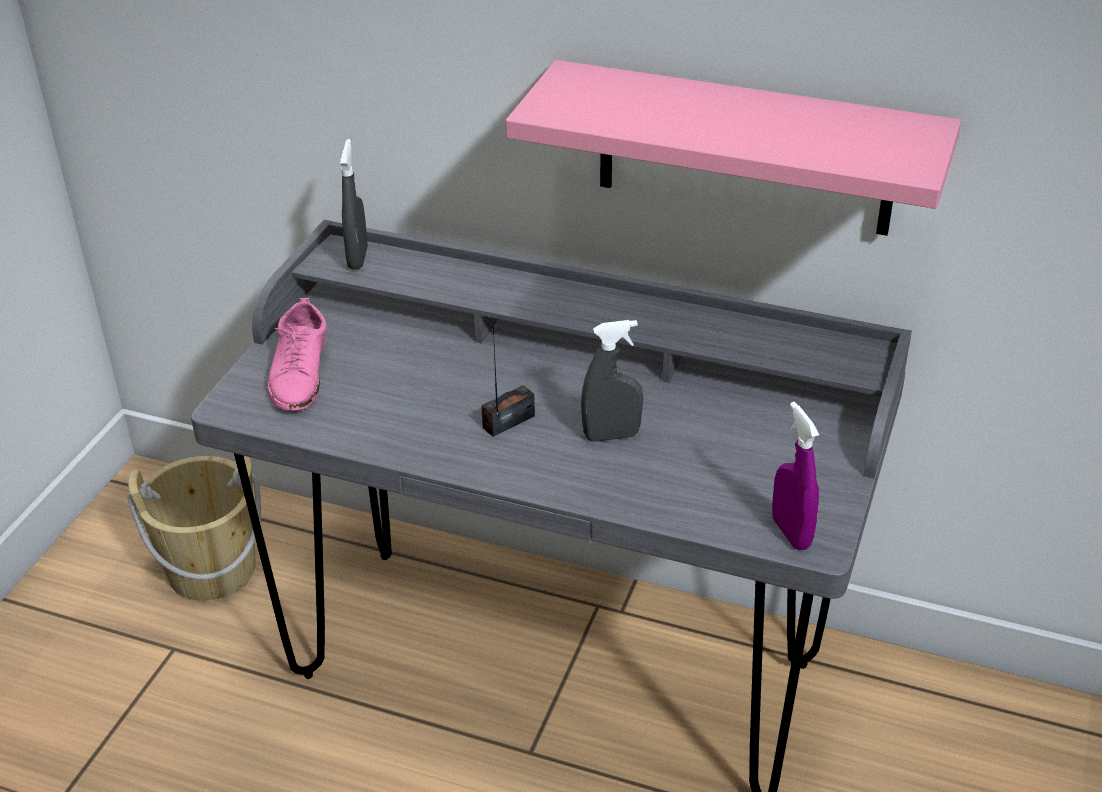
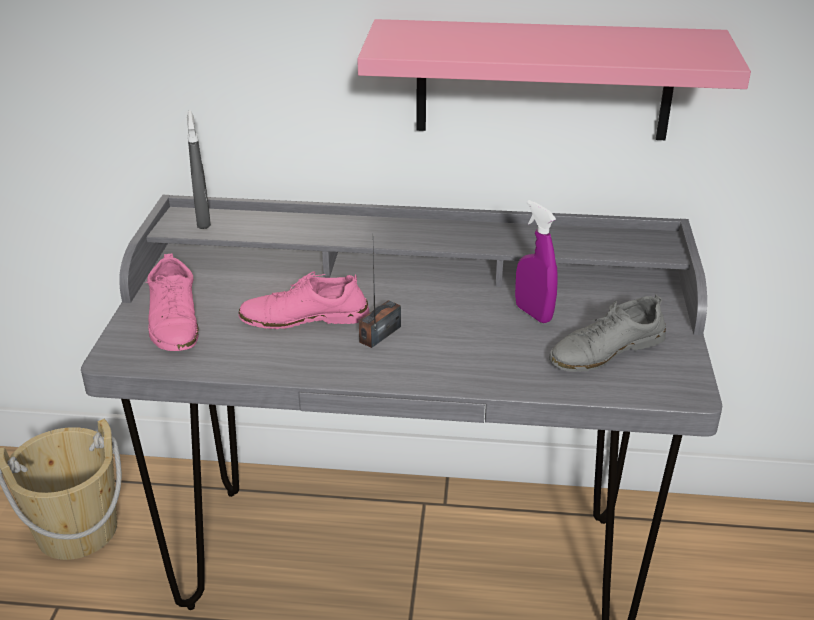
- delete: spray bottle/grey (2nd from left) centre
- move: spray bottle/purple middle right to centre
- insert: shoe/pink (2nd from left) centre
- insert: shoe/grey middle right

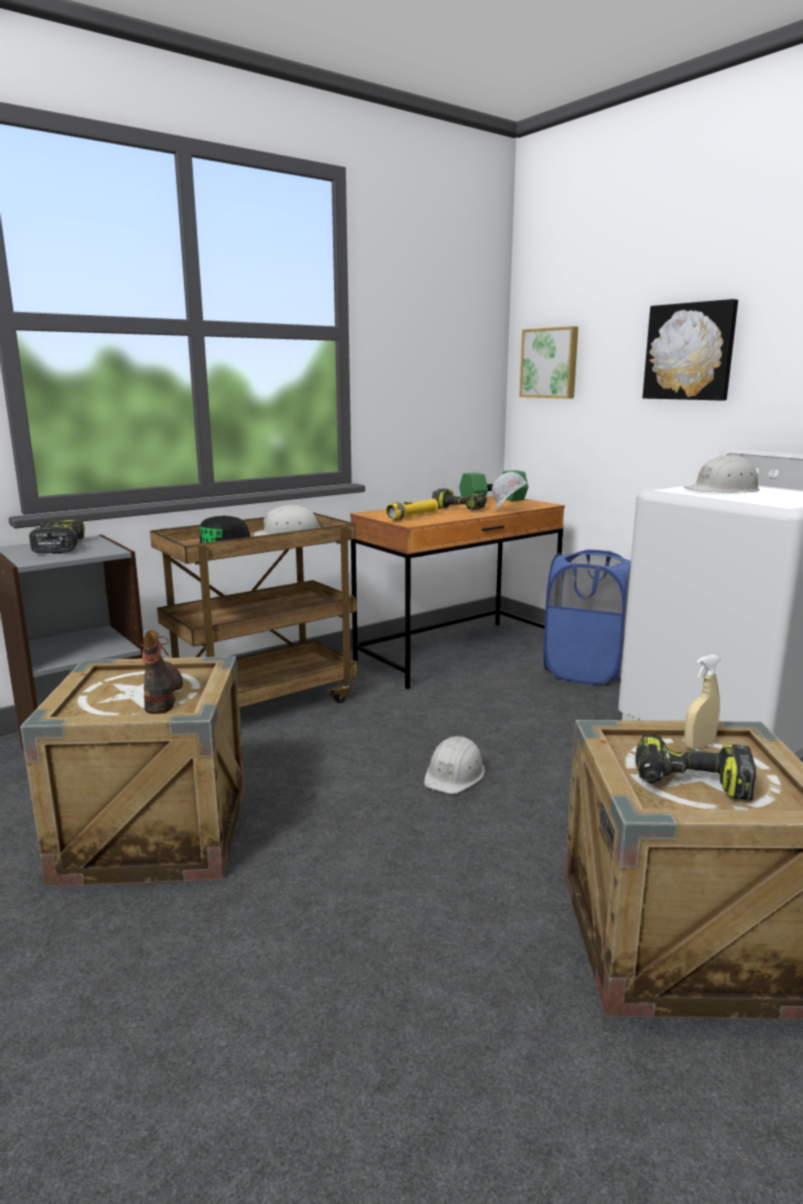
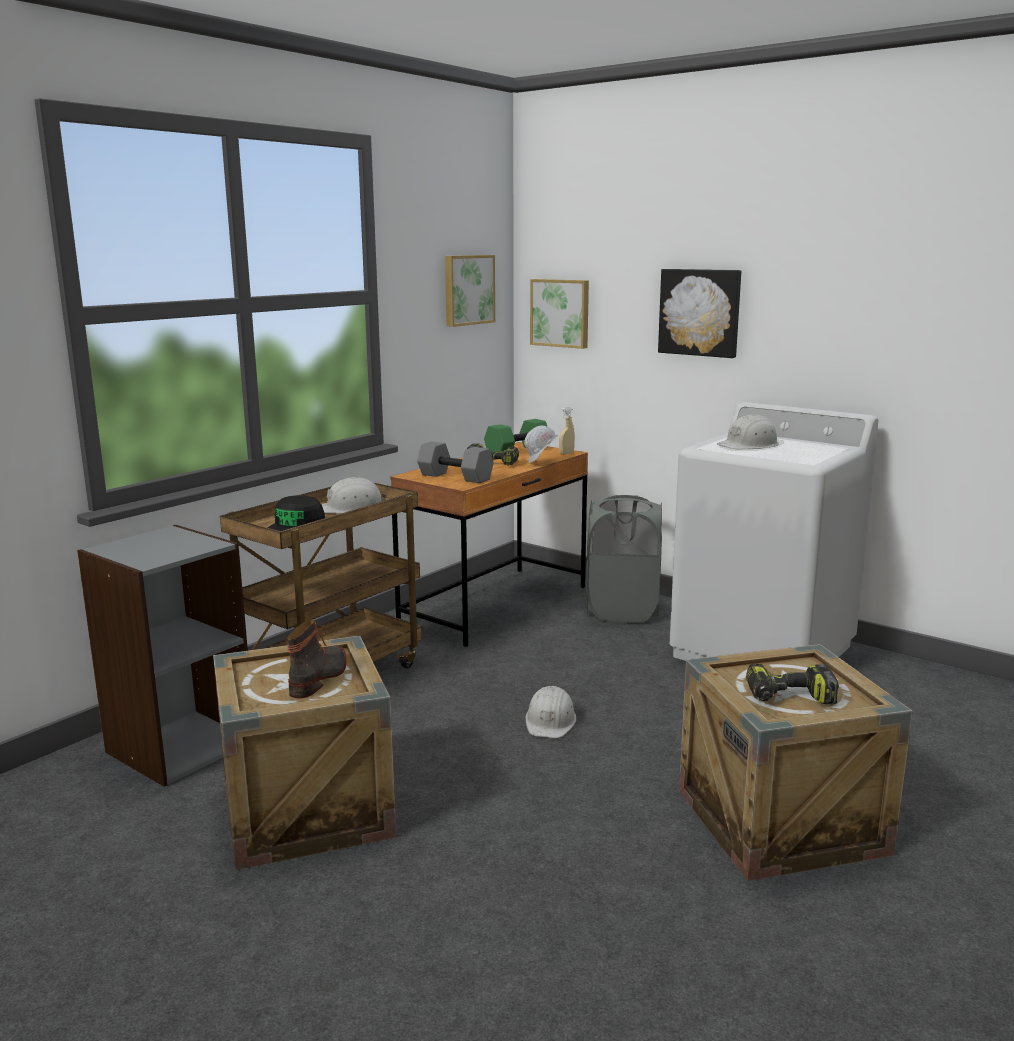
- replace: flashlight/yellow centre to dumbbell/grey centre
- delete: power drill (1st from left) middle left
- recolor: laundry basket/blue middle right to laundry basket/grey centre
- rotate: boot middle left = middle left 45 degrees clockwise
- move: spray bottle/beige middle right to centre
- insert: picture (1st from left) top centre

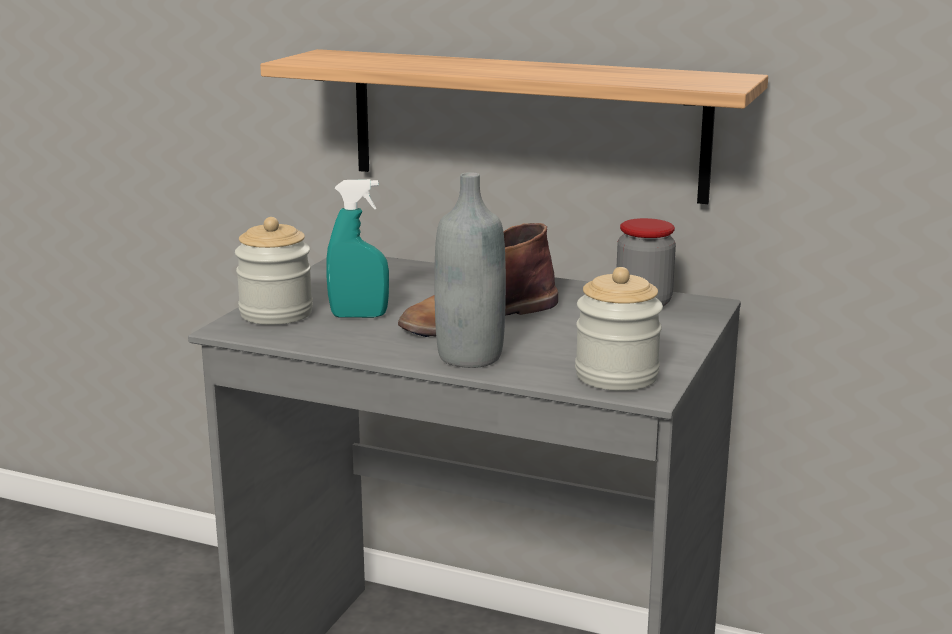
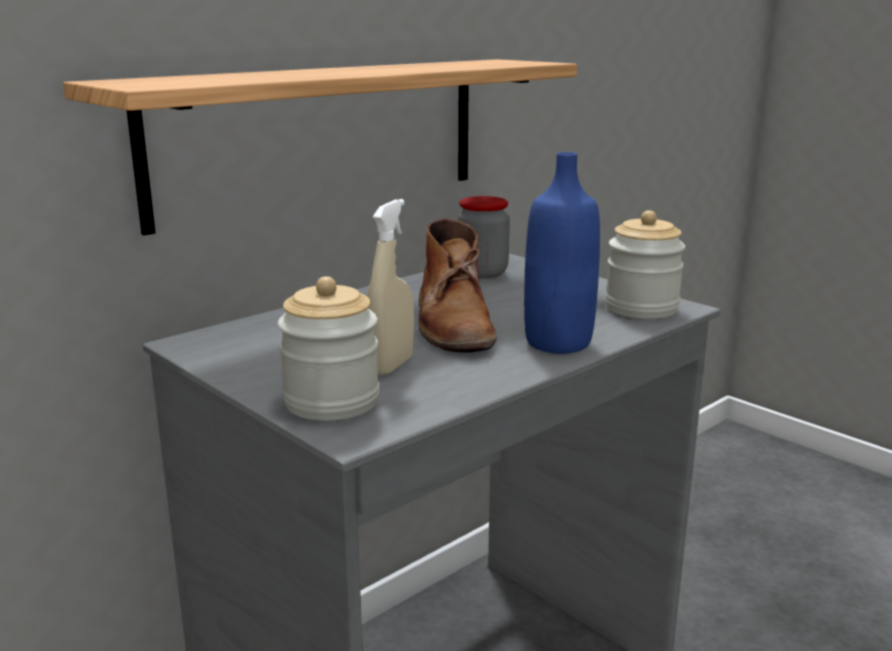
- recolor: bottle/grey centre to bottle/blue centre
- recolor: spray bottle/turquoise centre to spray bottle/beige centre

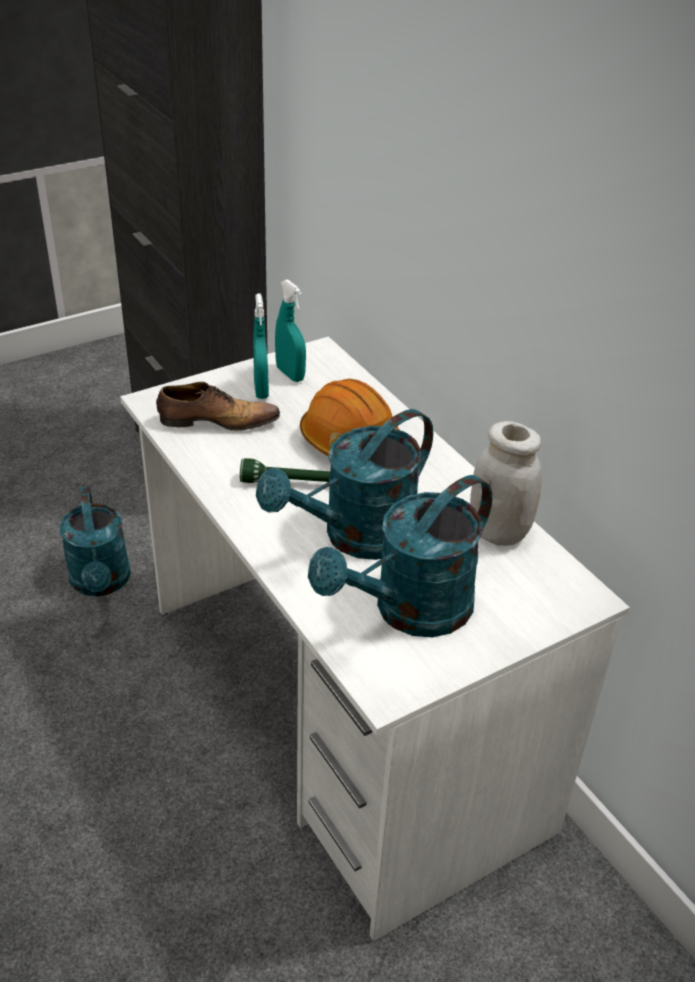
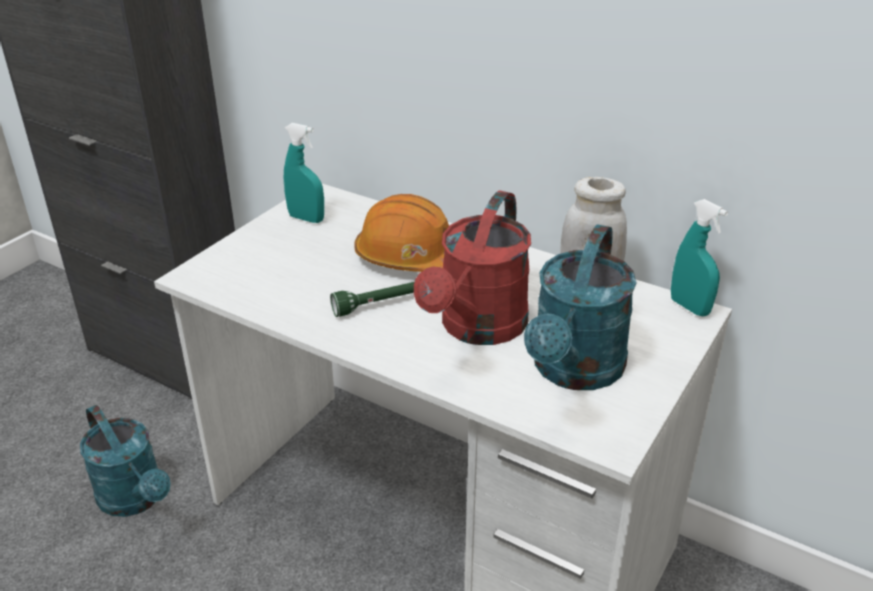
- move: spray bottle/turquoise (1st from left in the first image) centre to spray bottle/turquoise (2nd from left) middle right
- delete: shoe middle left
- recolor: watering can/turquoise (2nd from left) centre to watering can/red centre

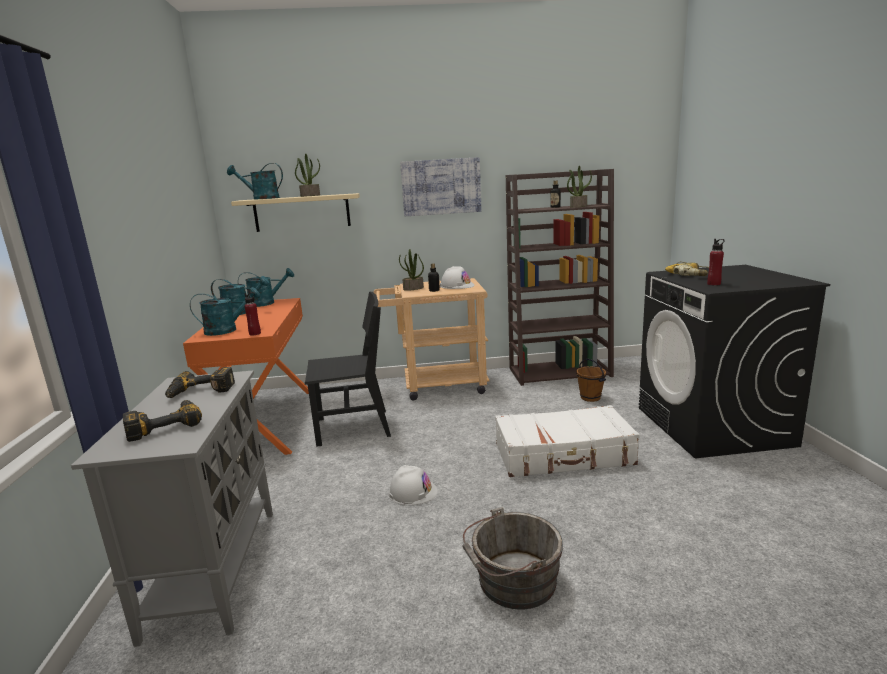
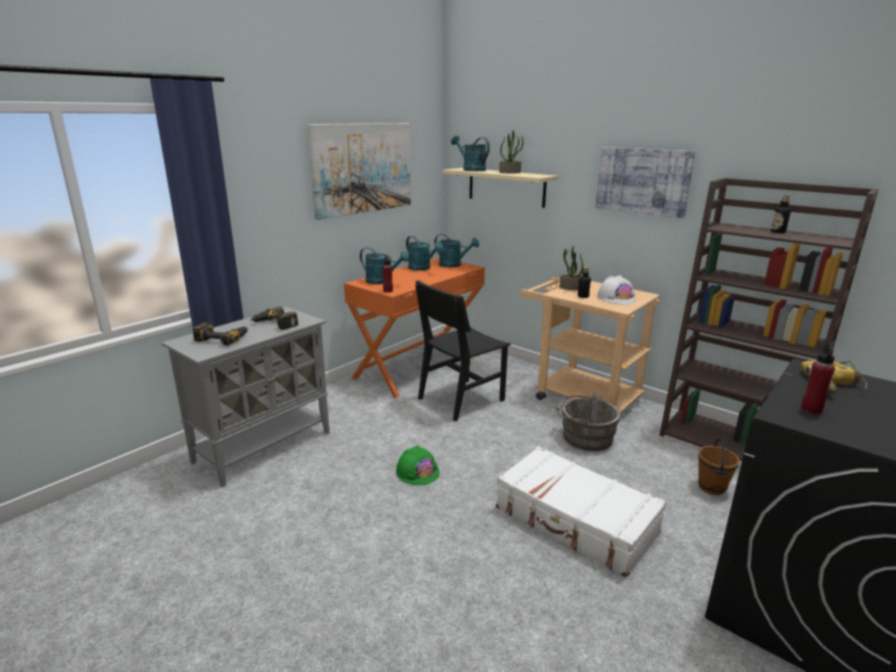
- delete: potted plant (3rd from left) top centre
- rotate: chair/black centre = centre 105 degrees clockwise
- recolor: hard hat/white (1st from left) bottom centre to hard hat/green bottom centre
- move: bucket/grey bottom centre to centre
- insert: picture (1st from left) top centre

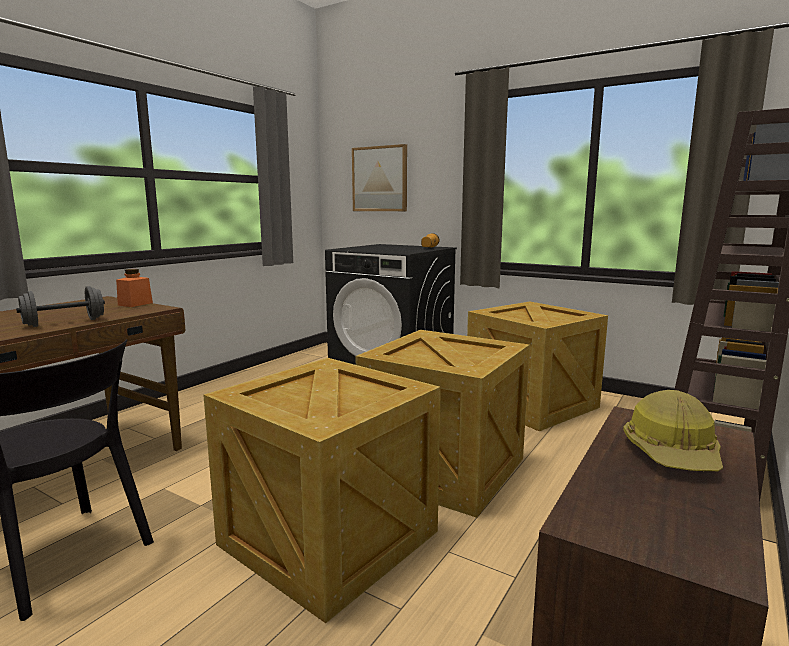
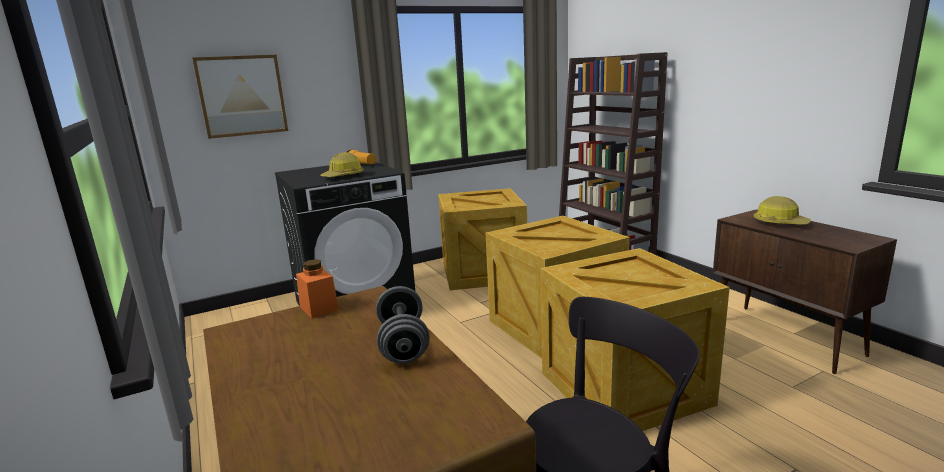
- insert: hard hat (1st from left) centre

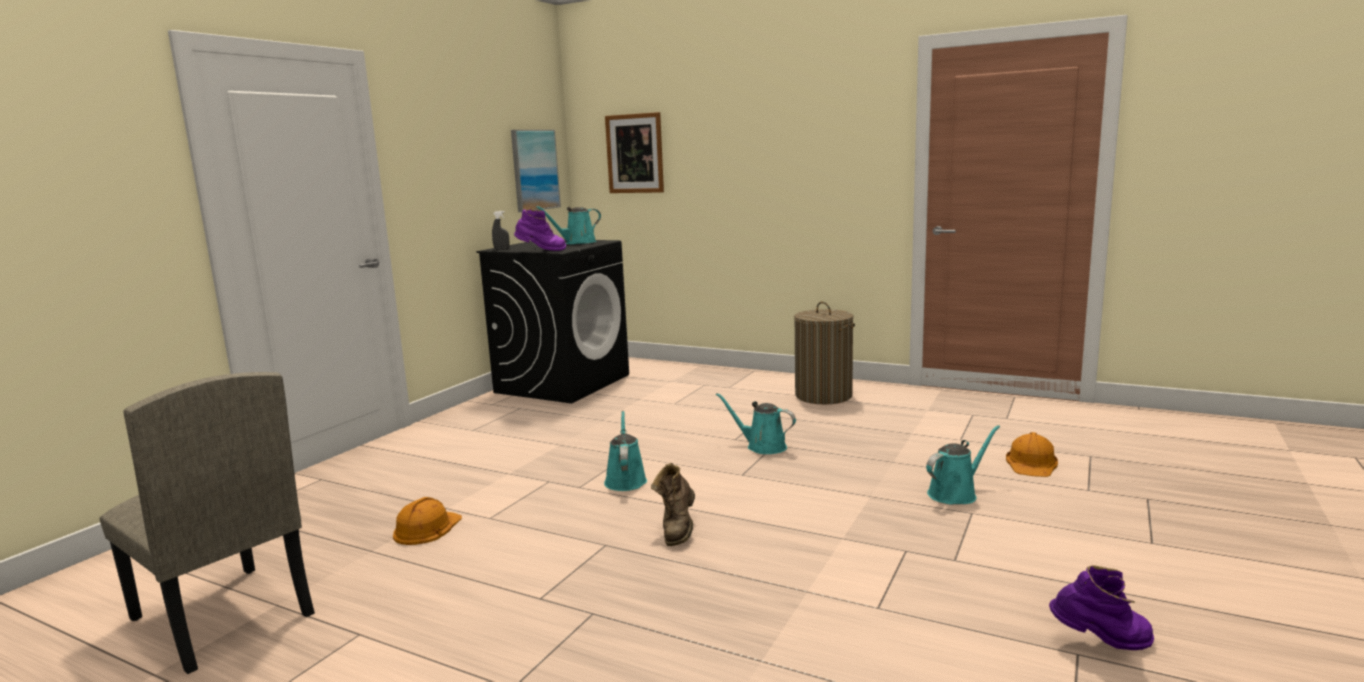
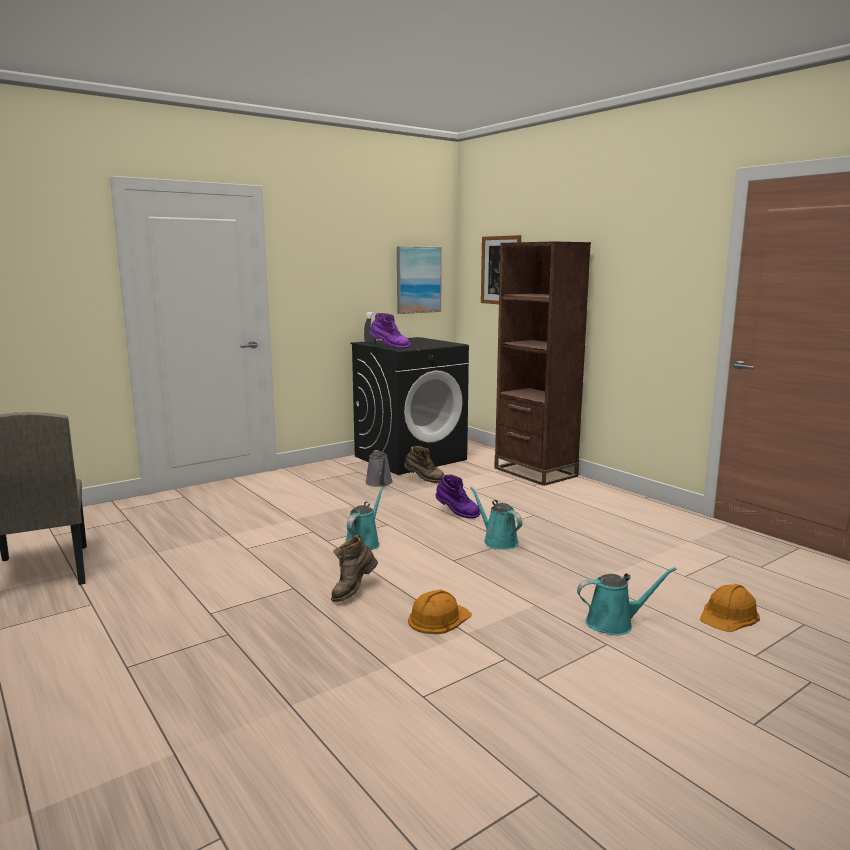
- delete: watering can/turquoise (1st from left) top centre
- delete: laundry basket centre
- move: hard hat/orange (1st from left) bottom left to bottom centre
- move: boot/purple (2nd from left) bottom right to centre
- insert: bookcase/brown centre
- insert: boot/brown (2nd from left) centre
- insert: watering can/grey centre

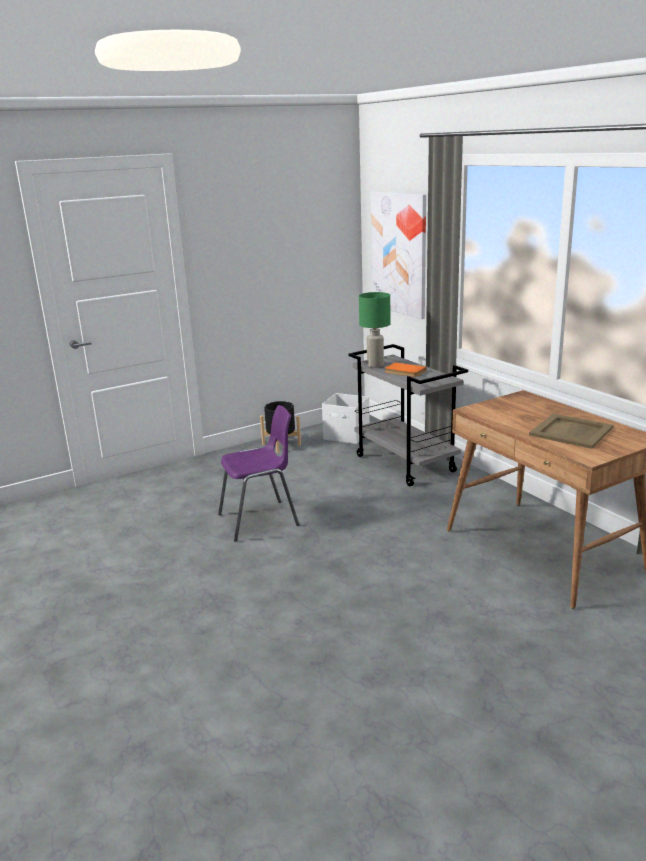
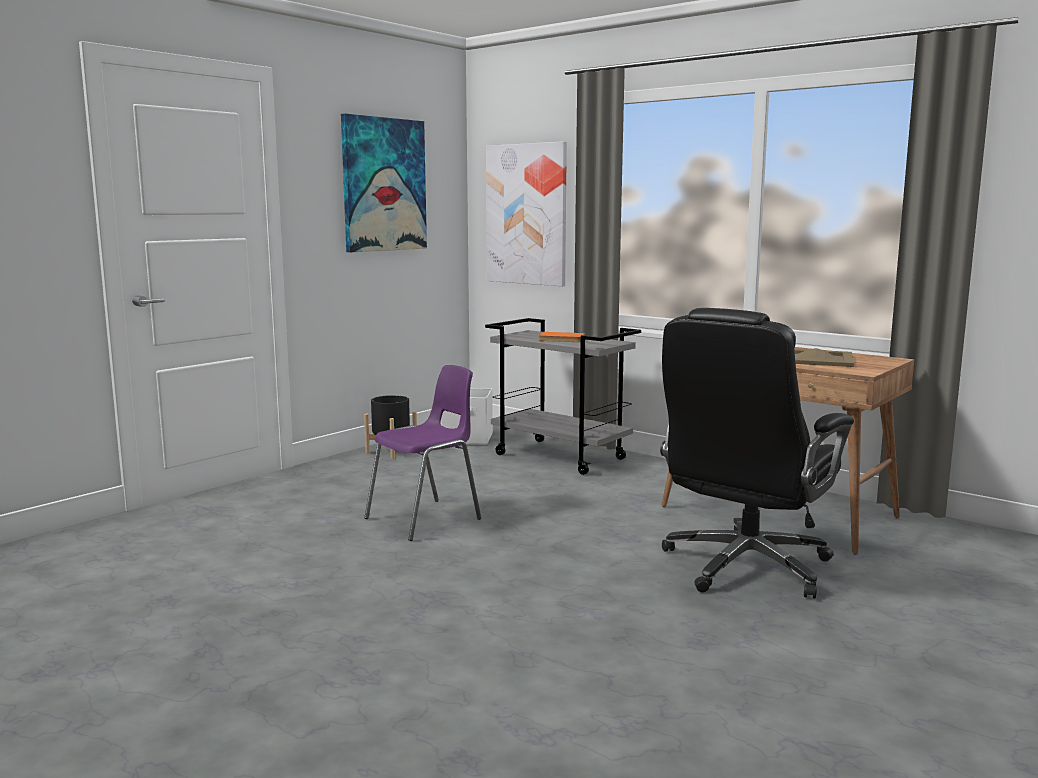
- delete: table lamp/green centre
- insert: picture (1st from left) top centre
- insert: office chair/black middle right

